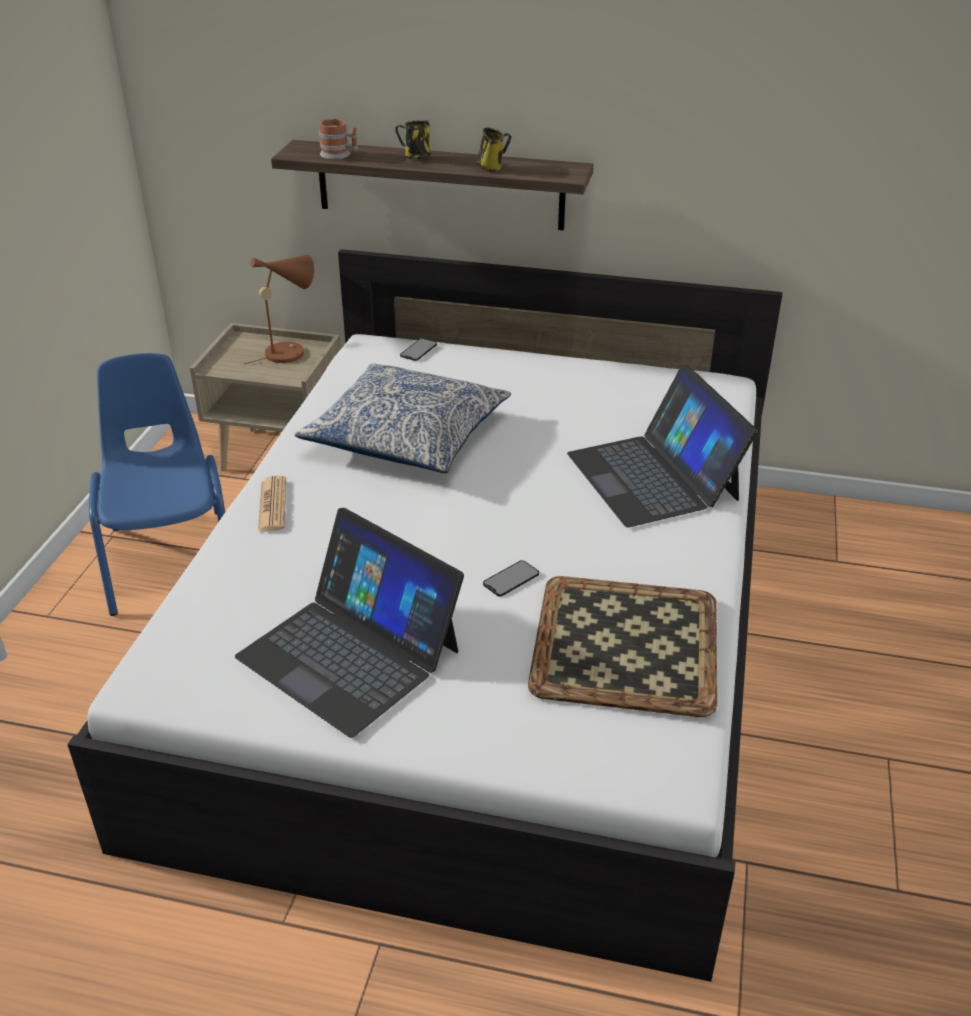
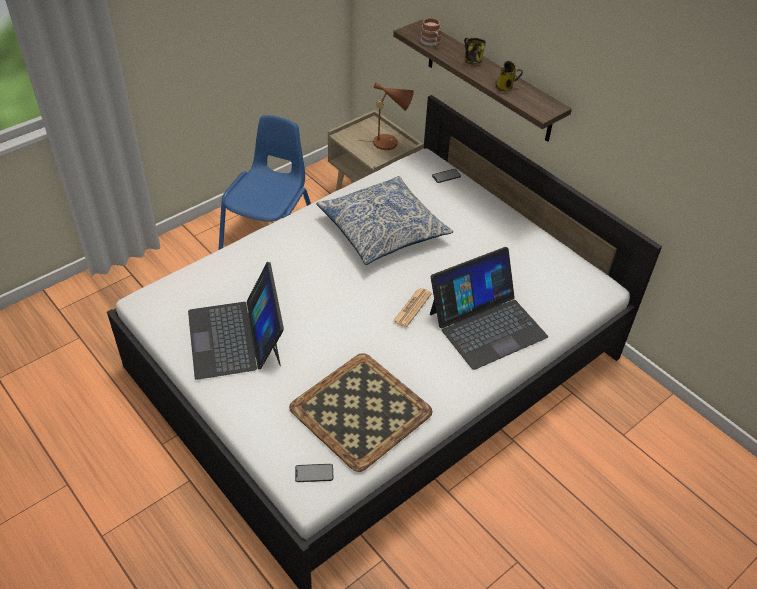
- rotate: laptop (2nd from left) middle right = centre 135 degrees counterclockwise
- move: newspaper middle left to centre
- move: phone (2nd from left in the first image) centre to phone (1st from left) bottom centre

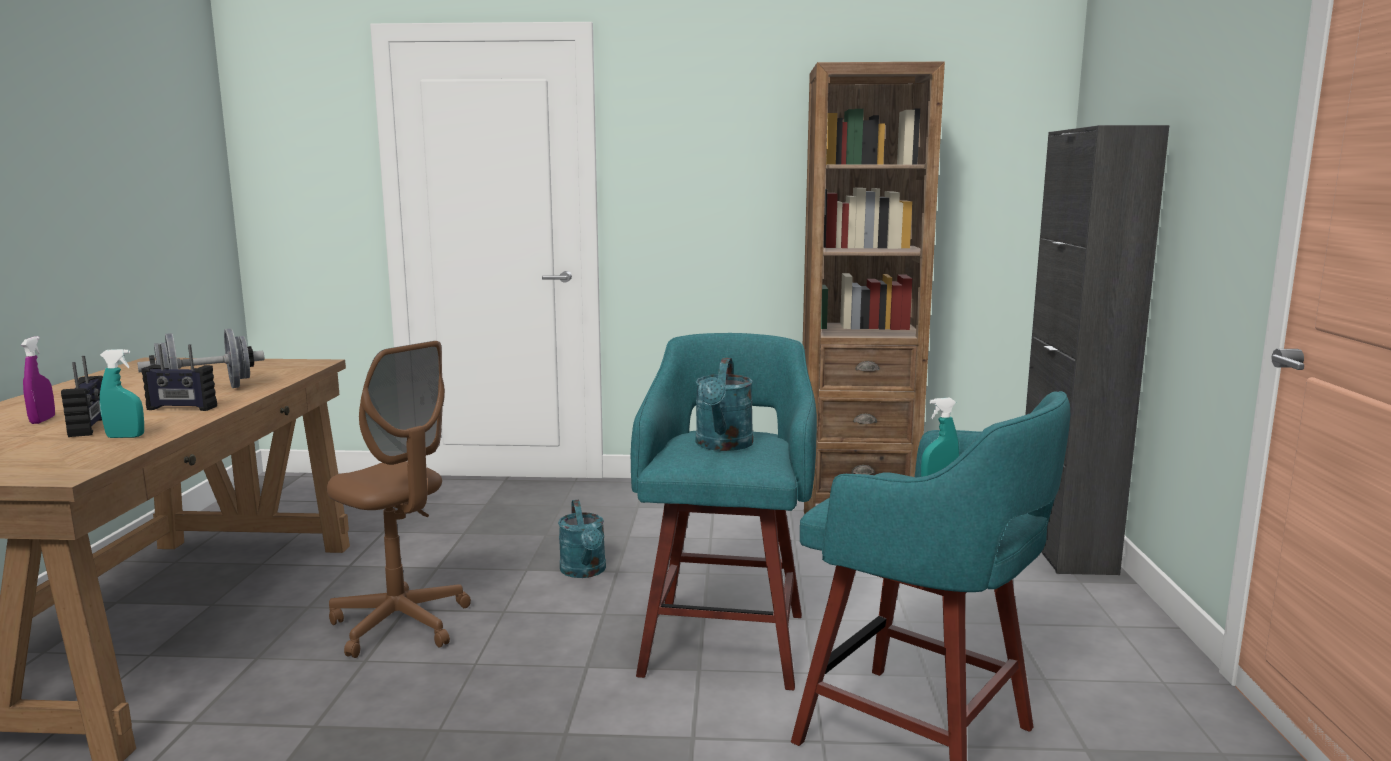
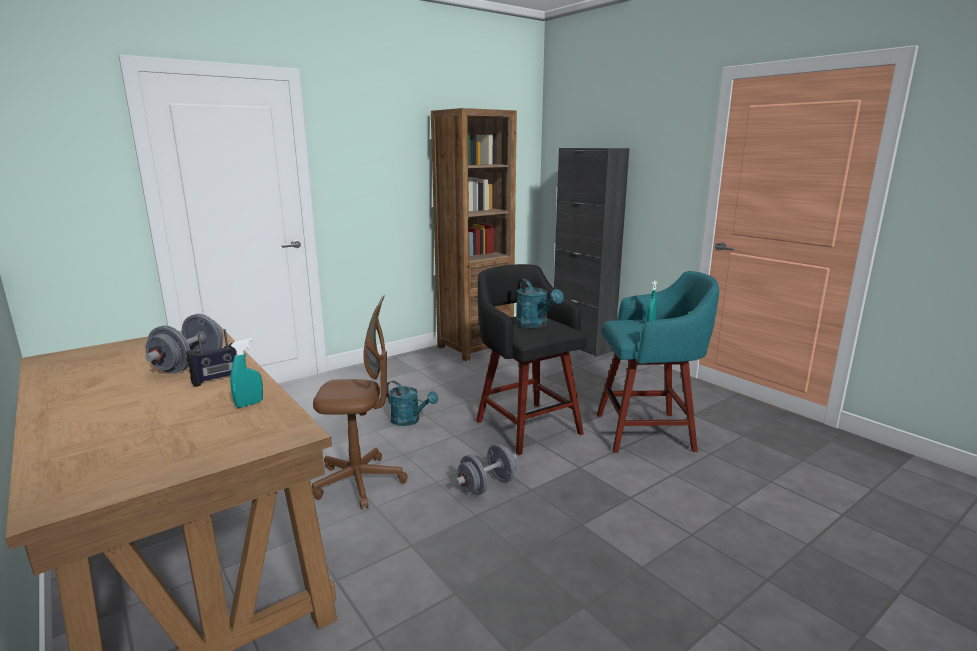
- recolor: stool/turquoise (1st from left) bottom centre to stool/black centre
- delete: spray bottle/purple middle left
- delete: radio (1st from left) middle left
- insert: dumbbell/grey (2nd from left) bottom centre

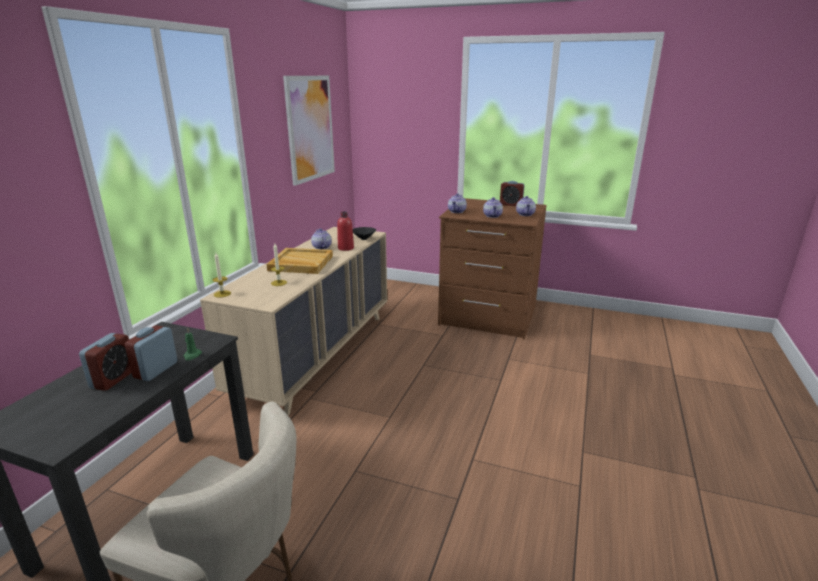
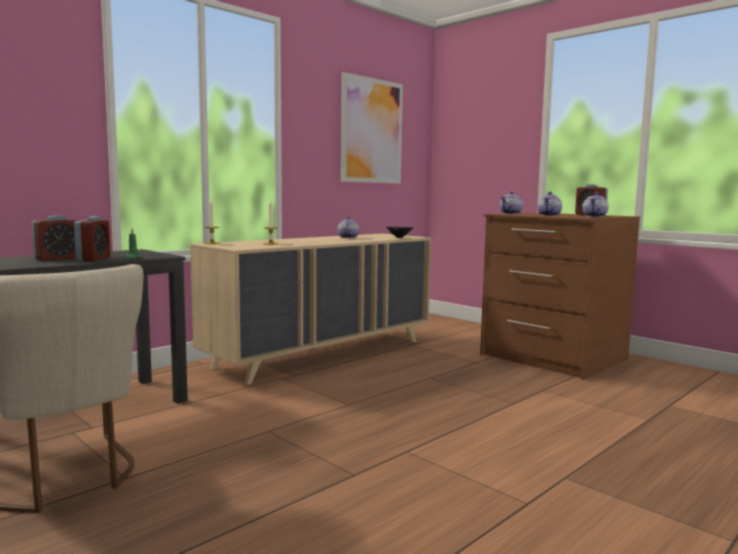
- delete: bottle/red centre
- delete: tray/beige centre
- rotate: alarm clock (2nd from left) middle left = middle left 135 degrees clockwise

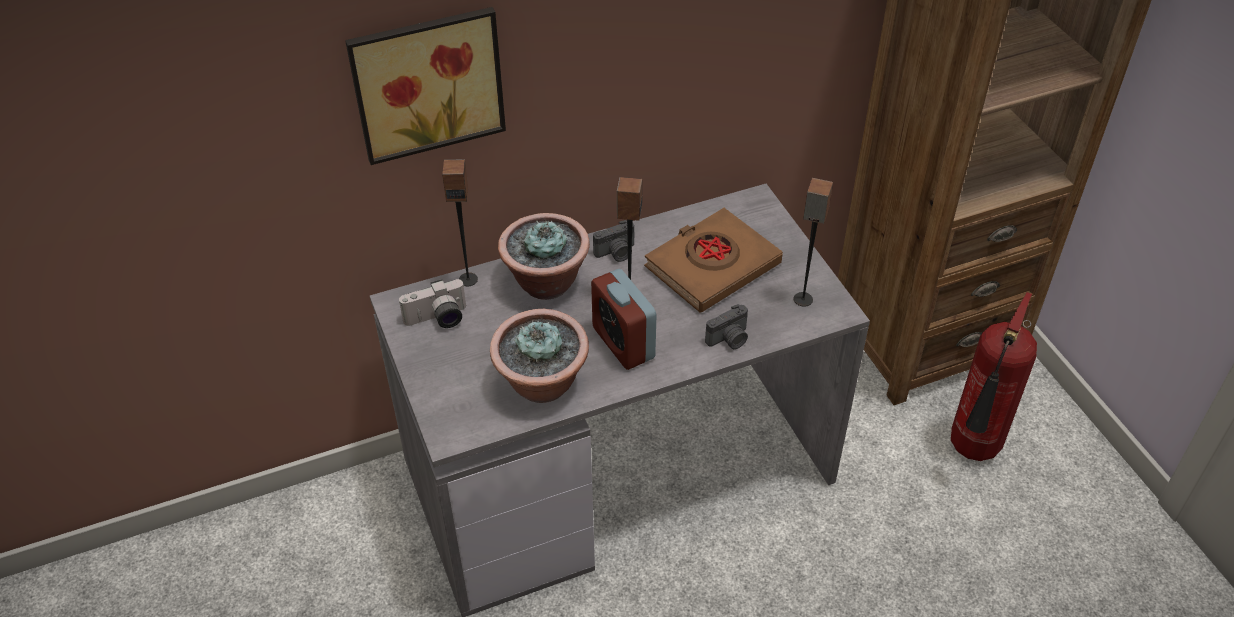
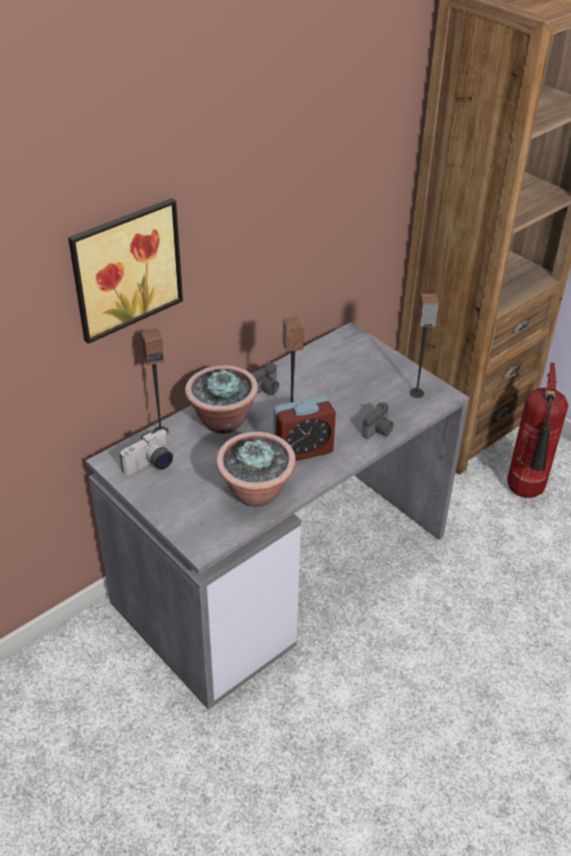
- delete: book/brown centre
- rotate: alarm clock centre = centre 60 degrees counterclockwise

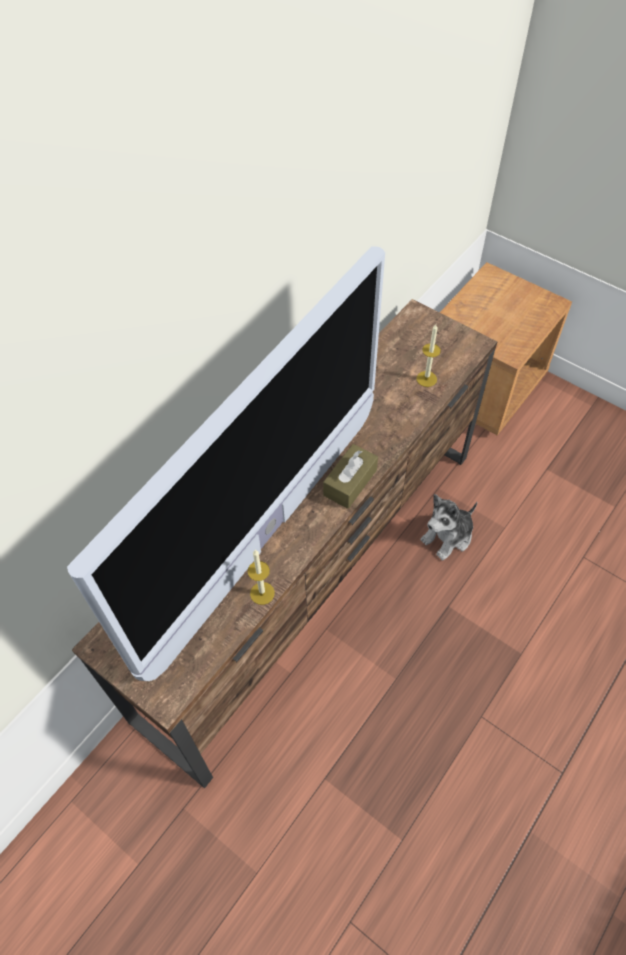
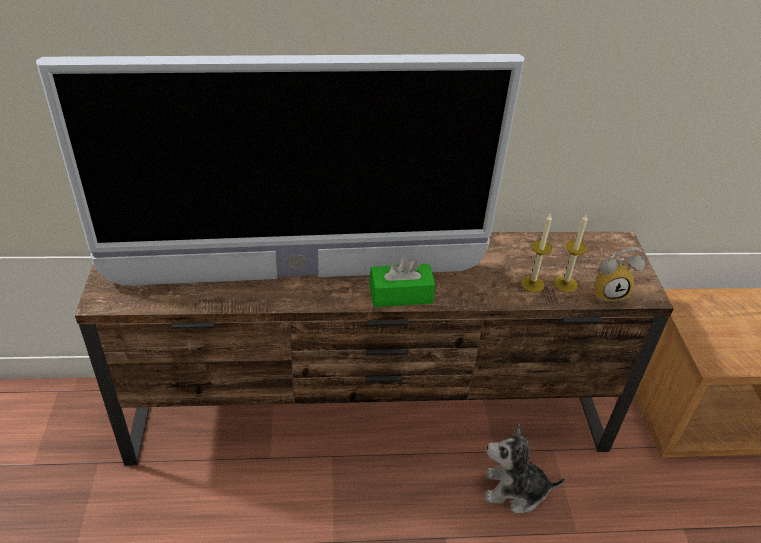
- recolor: tissue box/brown centre to tissue box/green centre
- move: candle (1st from left) centre to middle right
- insert: alarm clock middle right

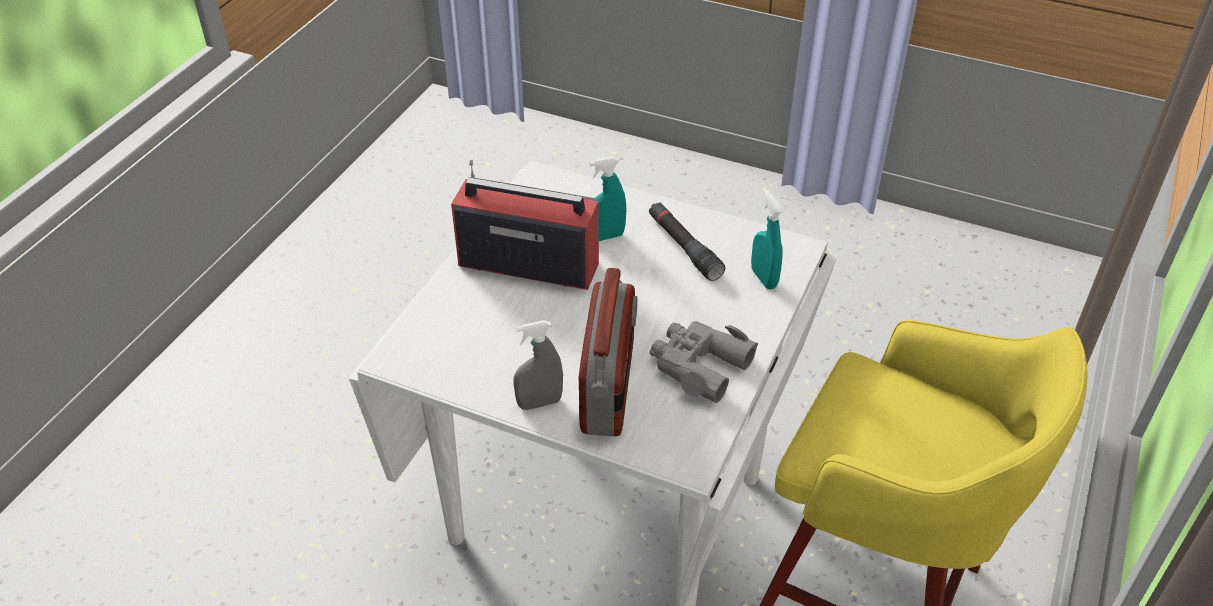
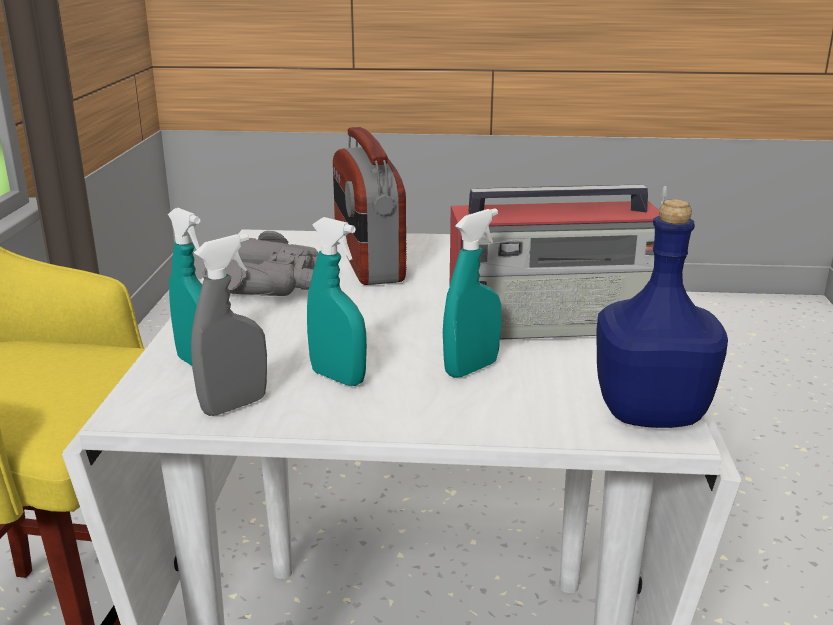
- replace: flashlight/black centre to spray bottle/turquoise (2nd from left) centre
- move: spray bottle/grey centre to middle left
- insert: bottle/blue middle right

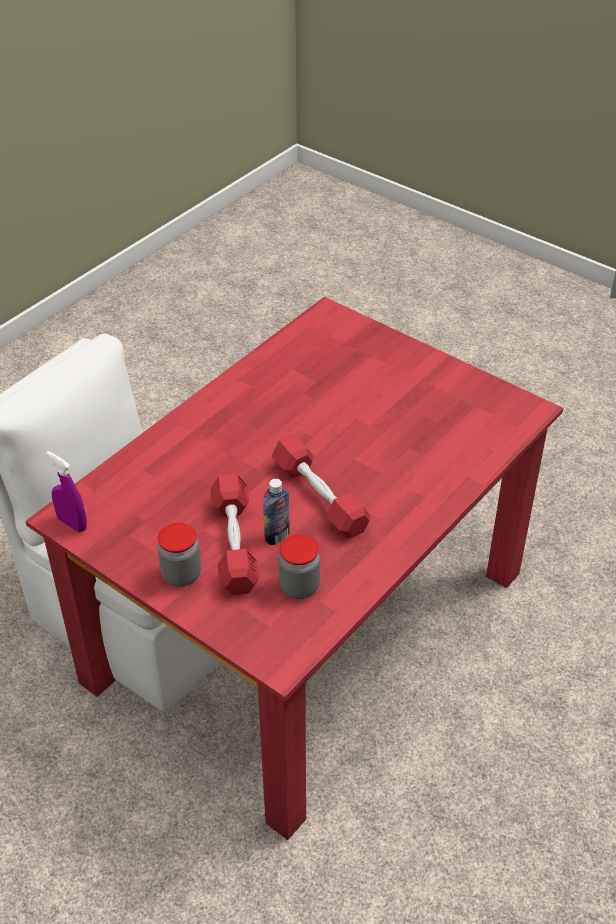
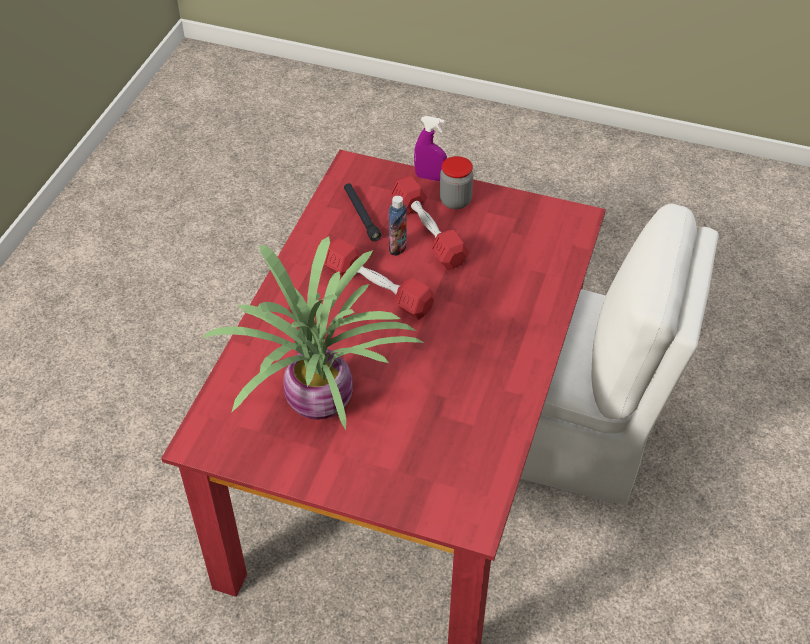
- move: spray bottle/purple middle left to top centre
- replace: jar (2nd from left) centre to flashlight/black top centre
- insert: potted plant centre

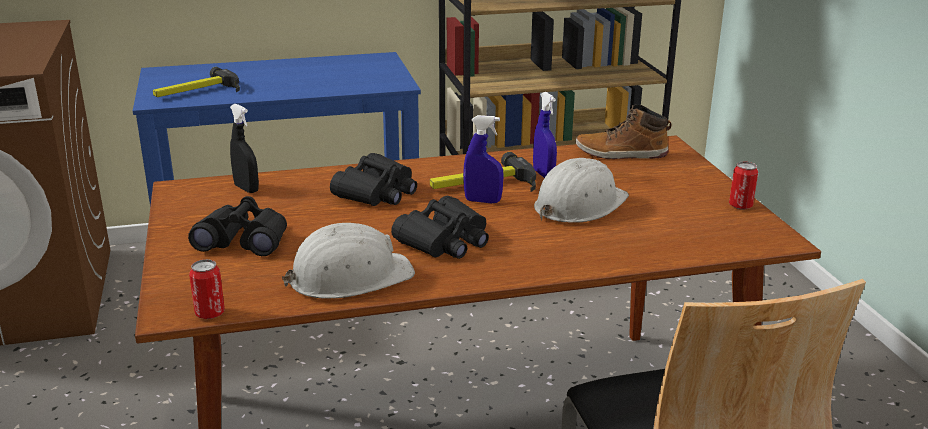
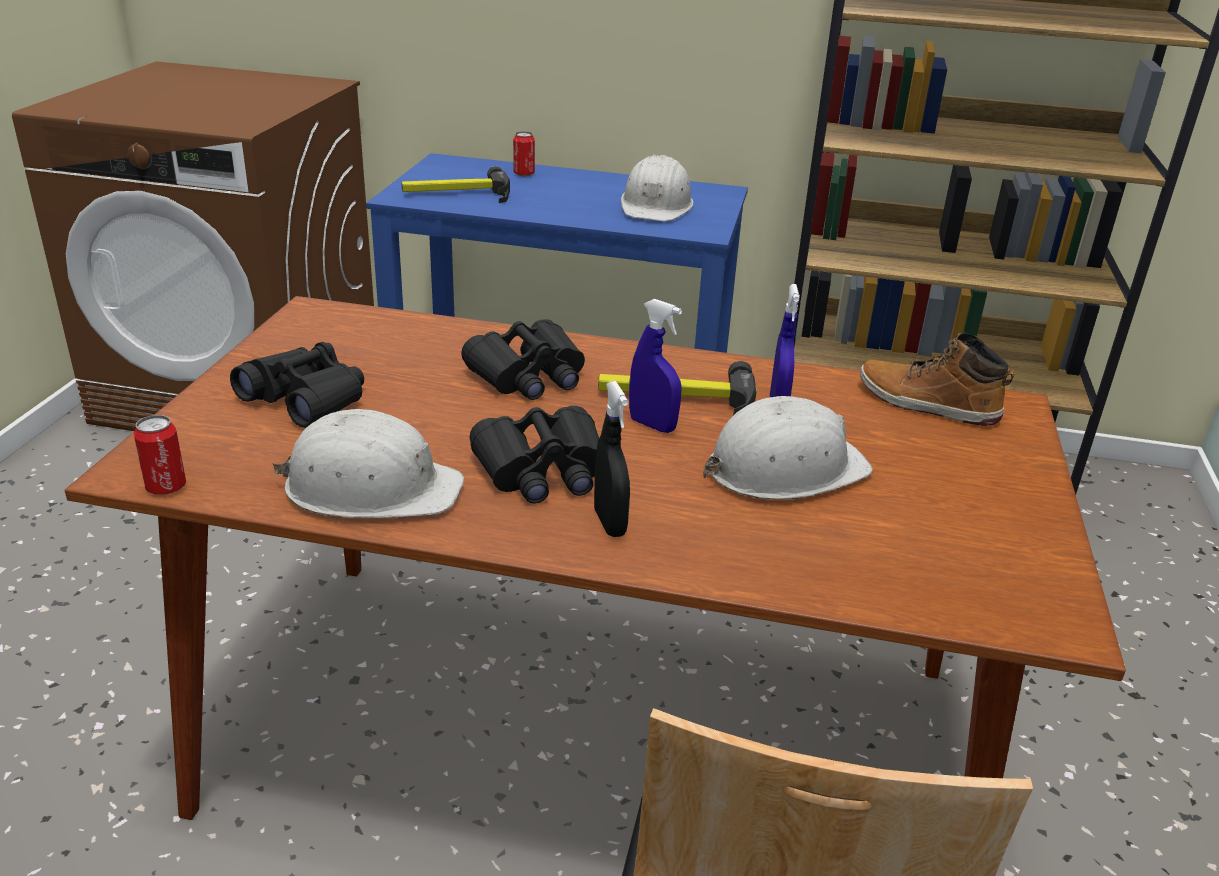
- move: spray bottle/black middle left to centre
- move: can (2nd from left) middle right to top centre
- insert: hard hat/white (2nd from left) top centre

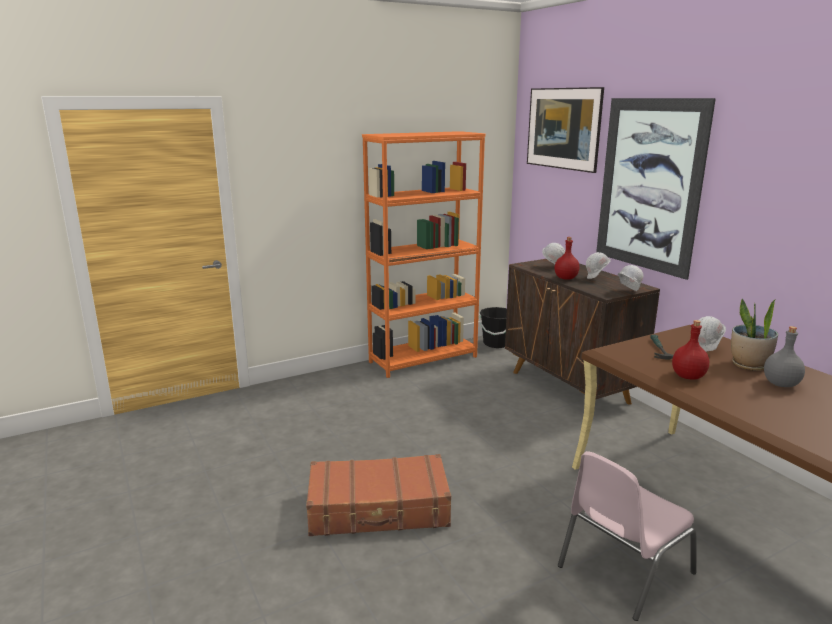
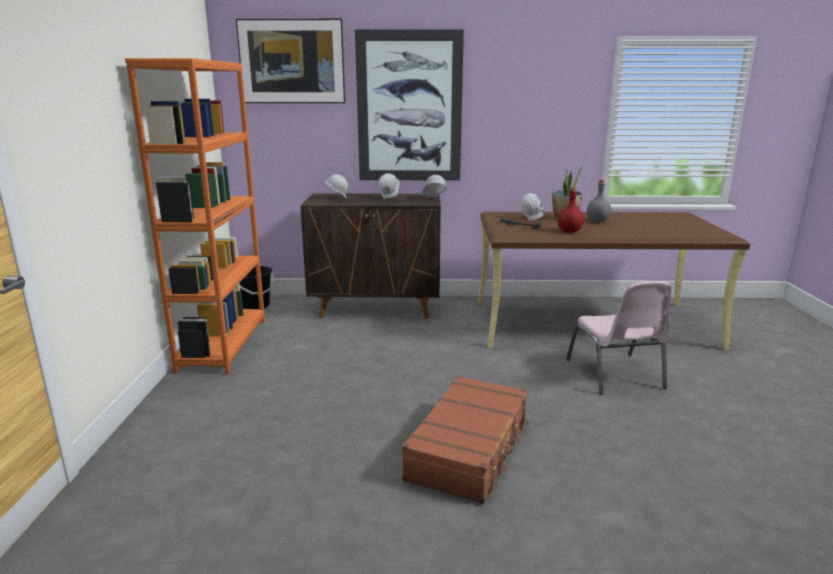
- delete: bottle/red (1st from left) middle right

